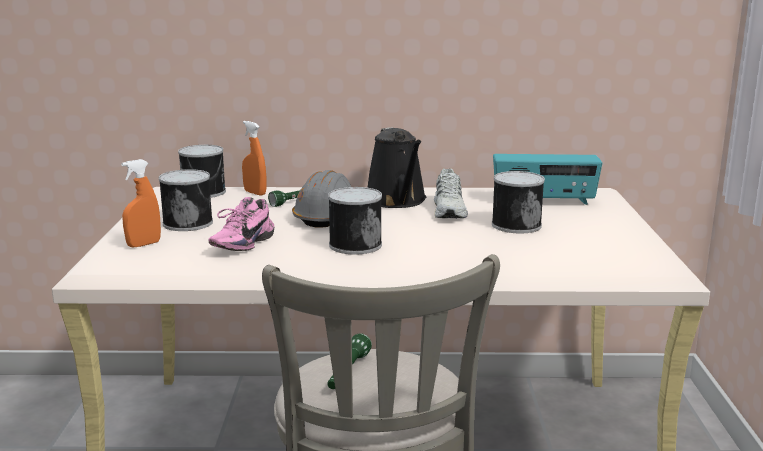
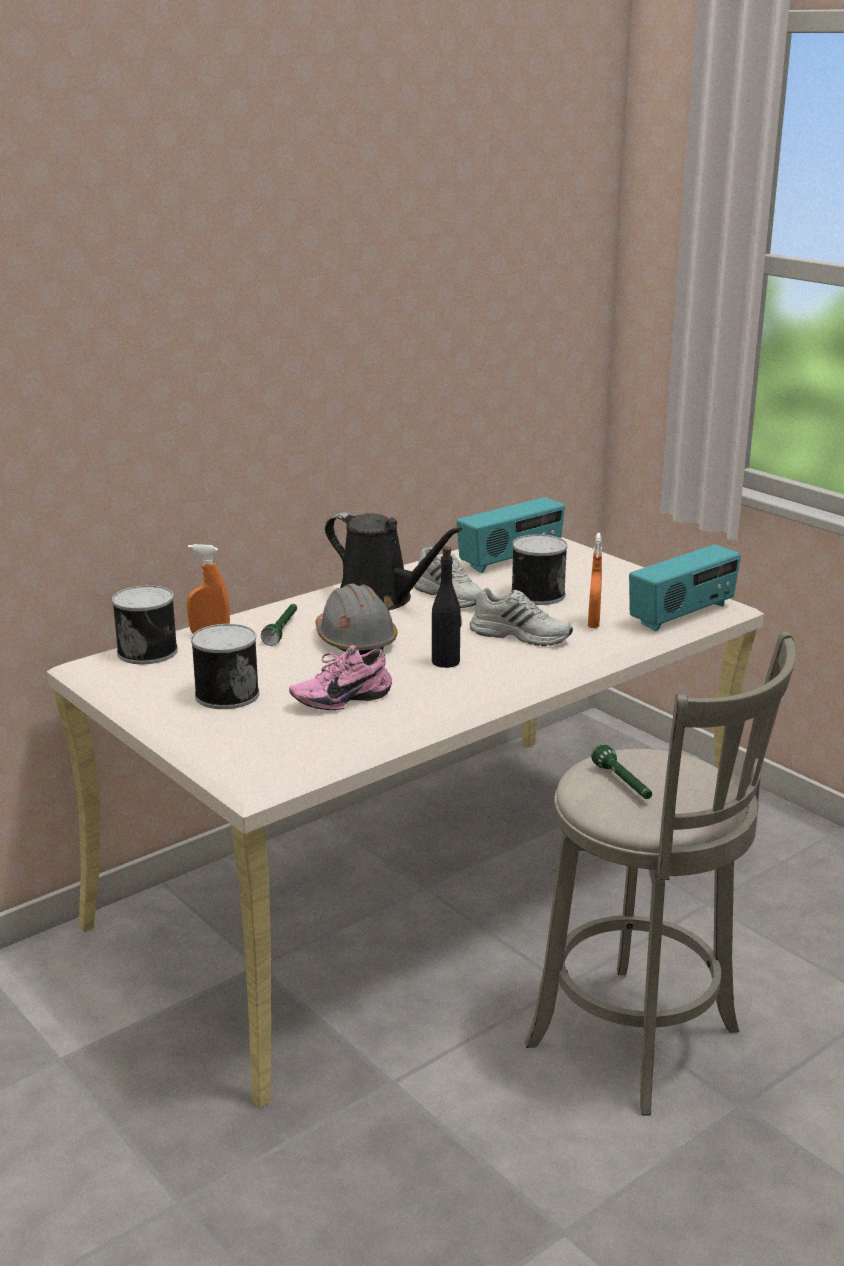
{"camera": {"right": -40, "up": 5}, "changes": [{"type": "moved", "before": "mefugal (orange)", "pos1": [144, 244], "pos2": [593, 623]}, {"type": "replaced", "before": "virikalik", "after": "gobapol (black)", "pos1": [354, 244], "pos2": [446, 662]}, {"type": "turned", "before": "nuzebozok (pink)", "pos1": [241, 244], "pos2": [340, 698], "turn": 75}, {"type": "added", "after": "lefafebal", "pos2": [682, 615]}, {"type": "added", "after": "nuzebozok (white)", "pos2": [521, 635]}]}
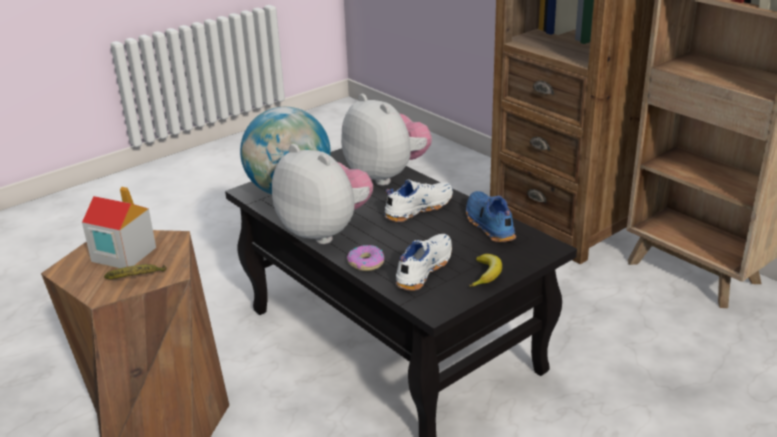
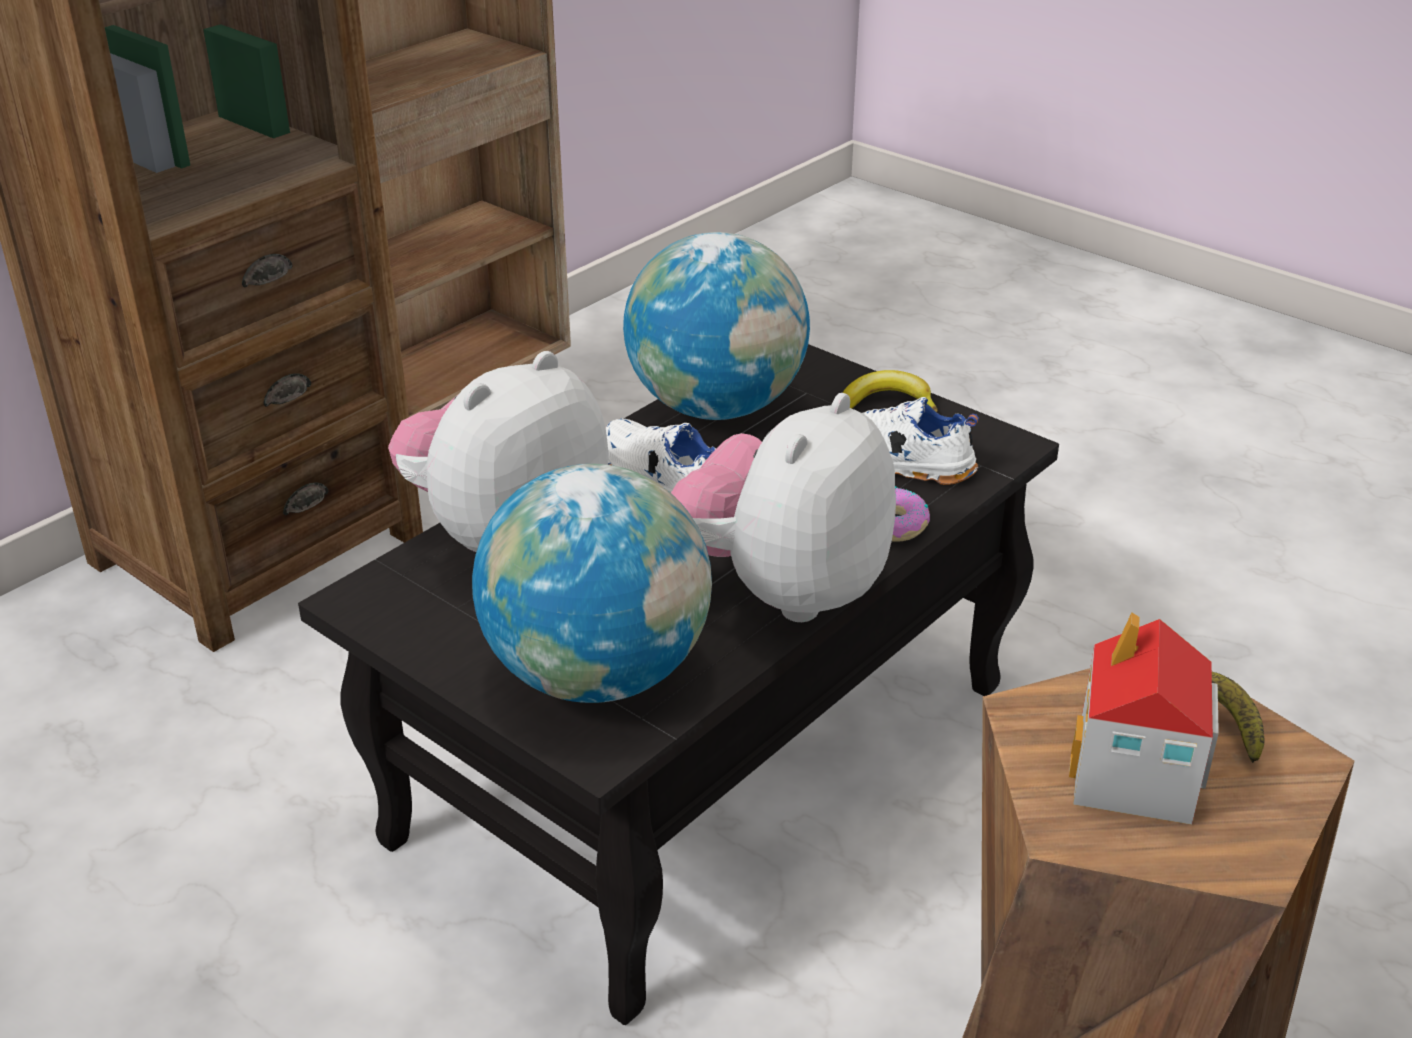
{"camera": {"right": -100, "up": 5}, "changes": [{"type": "replaced", "before": "nuzebozok (blue)", "after": "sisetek", "pos1": [488, 225], "pos2": [716, 407]}]}
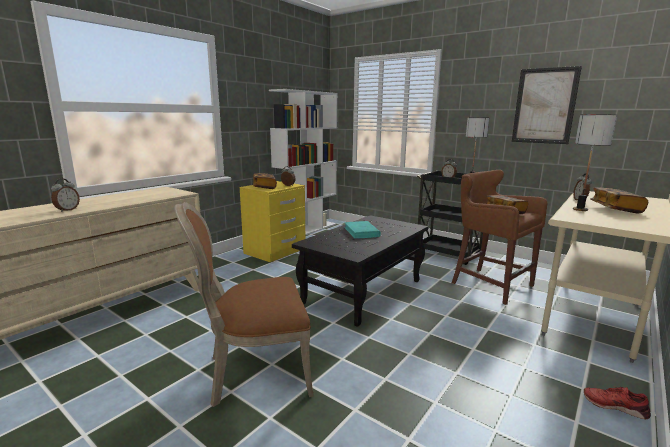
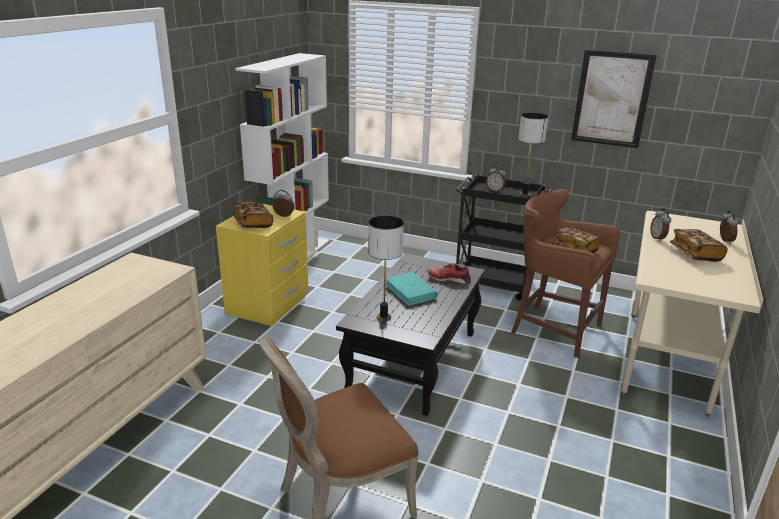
{"camera": {"right": -15, "up": 10}, "changes": [{"type": "moved", "before": "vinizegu", "pos1": [580, 209], "pos2": [384, 317]}, {"type": "moved", "before": "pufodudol", "pos1": [67, 210], "pos2": [724, 240]}, {"type": "moved", "before": "nuzebozok (red)", "pos1": [614, 405], "pos2": [449, 278]}]}
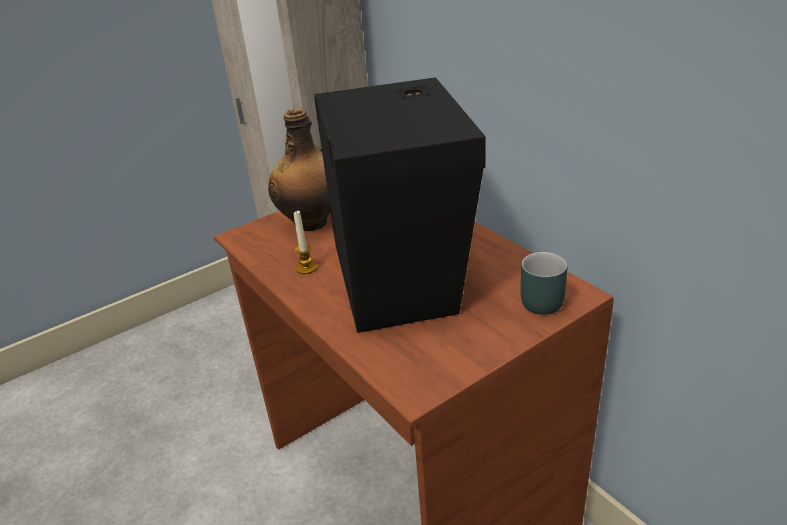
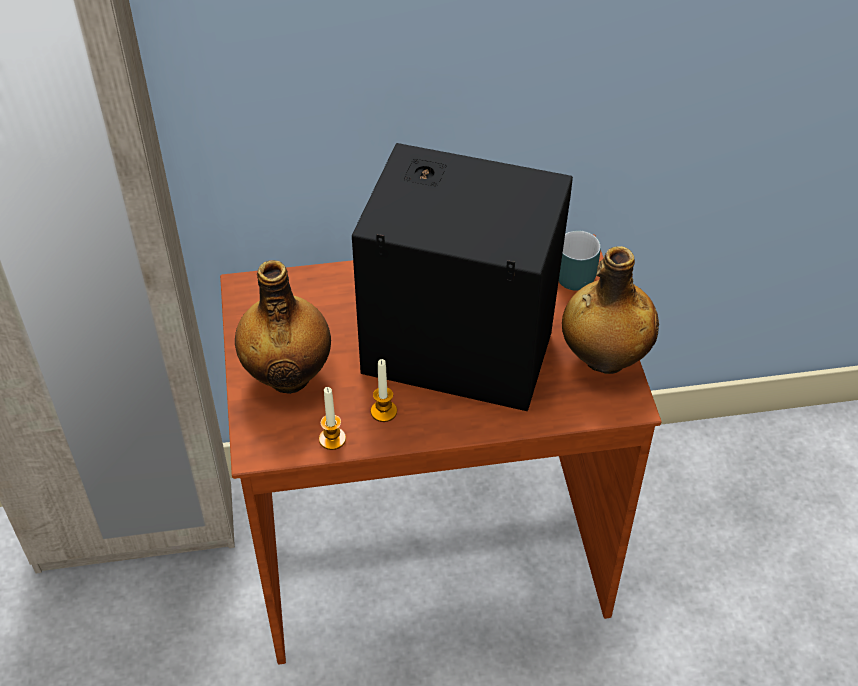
{"camera": {"right": -65, "up": 15}, "changes": [{"type": "added", "after": "gobapol", "pos2": [603, 358]}, {"type": "added", "after": "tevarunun", "pos2": [332, 439]}]}
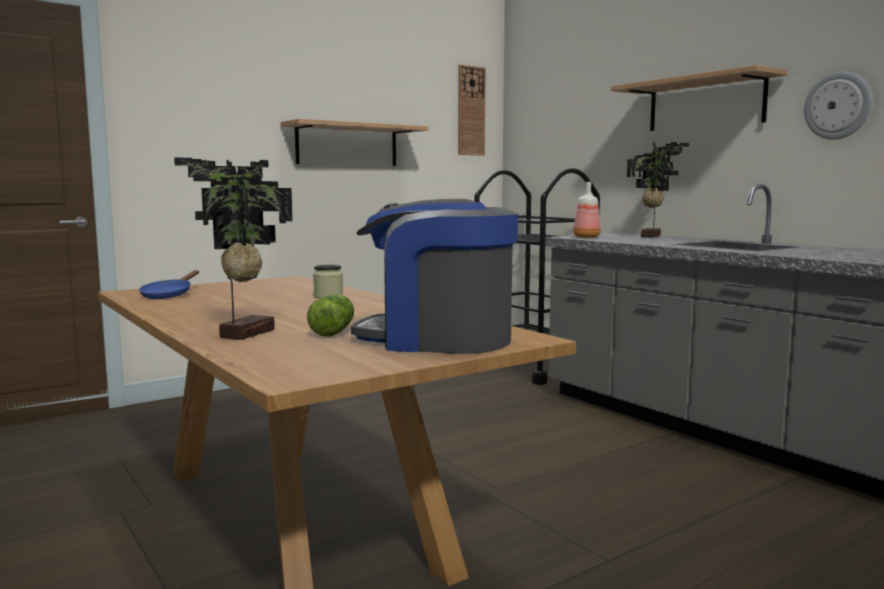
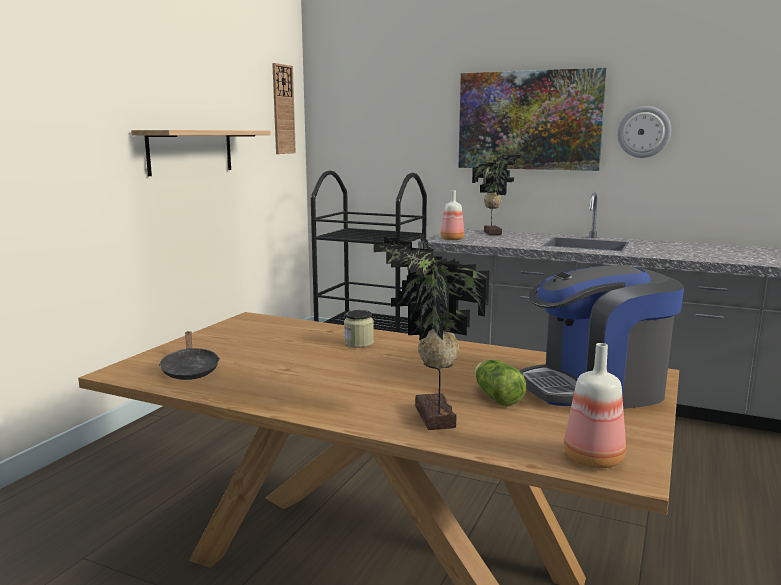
{"camera": {"right": -30, "up": 5}, "changes": [{"type": "replaced", "before": "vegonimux", "after": "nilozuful", "pos1": [705, 103], "pos2": [529, 120]}, {"type": "recoloured", "before": "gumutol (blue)", "after": "gumutol (black)", "pos1": [169, 295], "pos2": [190, 369]}, {"type": "added", "after": "gobapol", "pos2": [593, 458]}]}
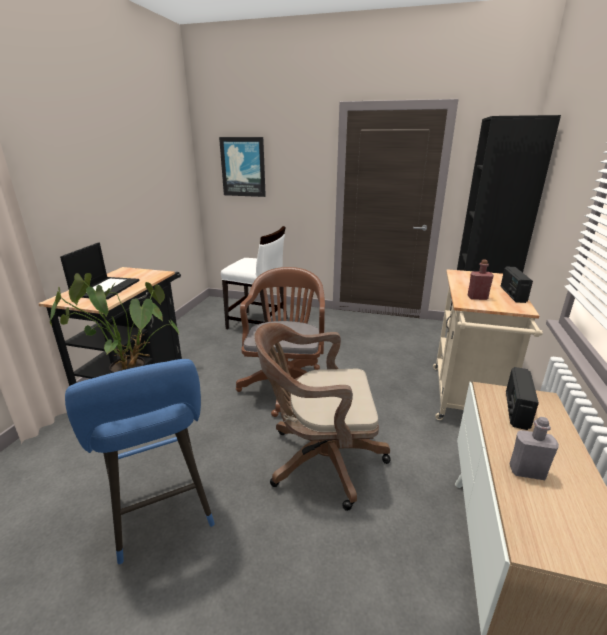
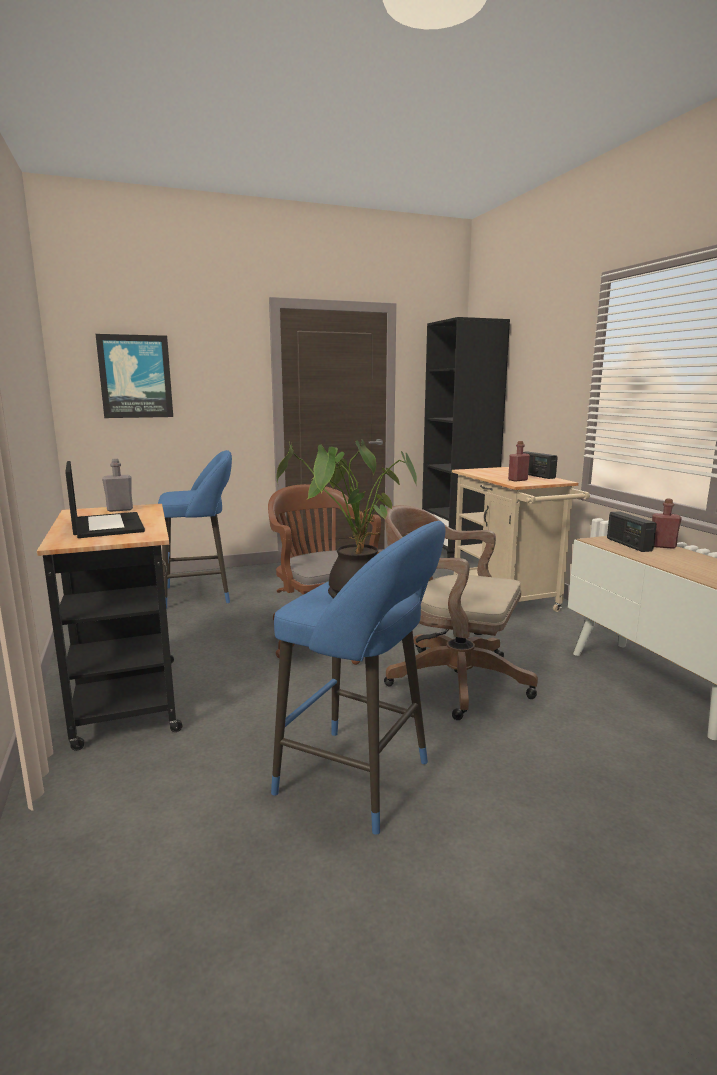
{"camera": {"right": -35, "up": -10}, "changes": [{"type": "replaced", "before": "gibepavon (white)", "after": "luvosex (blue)", "pos1": [258, 323], "pos2": [202, 594]}, {"type": "turned", "before": "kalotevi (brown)", "pos1": [319, 460], "pos2": [450, 679], "turn": 60}, {"type": "moved", "before": "gobapol (grey)", "pos1": [527, 472], "pos2": [120, 509]}, {"type": "added", "after": "gobapol (red)", "pos2": [662, 546]}]}
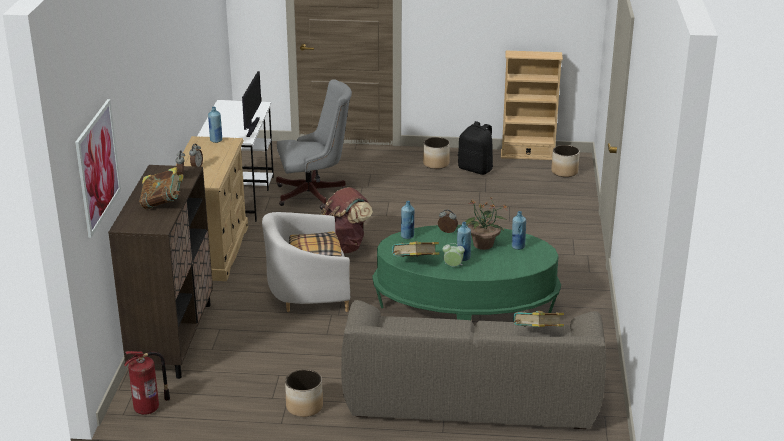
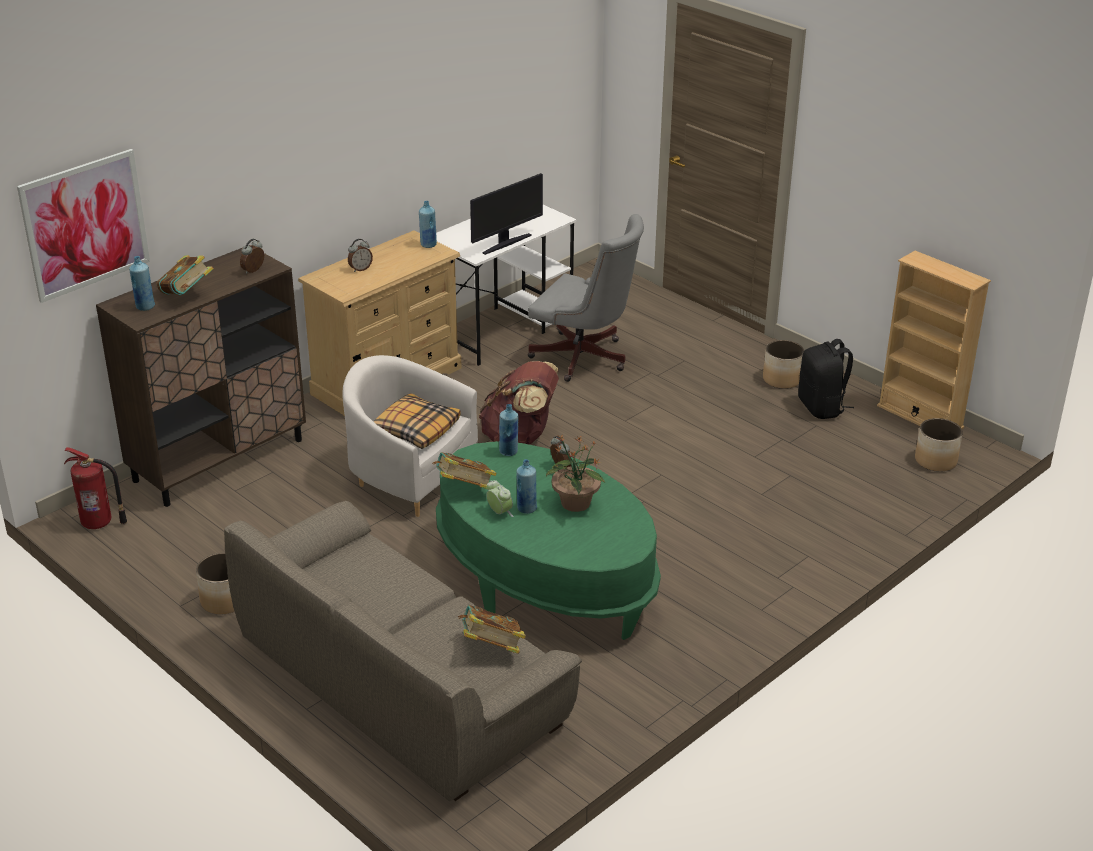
{"camera": {"right": 40, "up": 5}, "changes": [{"type": "moved", "before": "gobapol (blue)", "pos1": [518, 247], "pos2": [145, 306]}]}
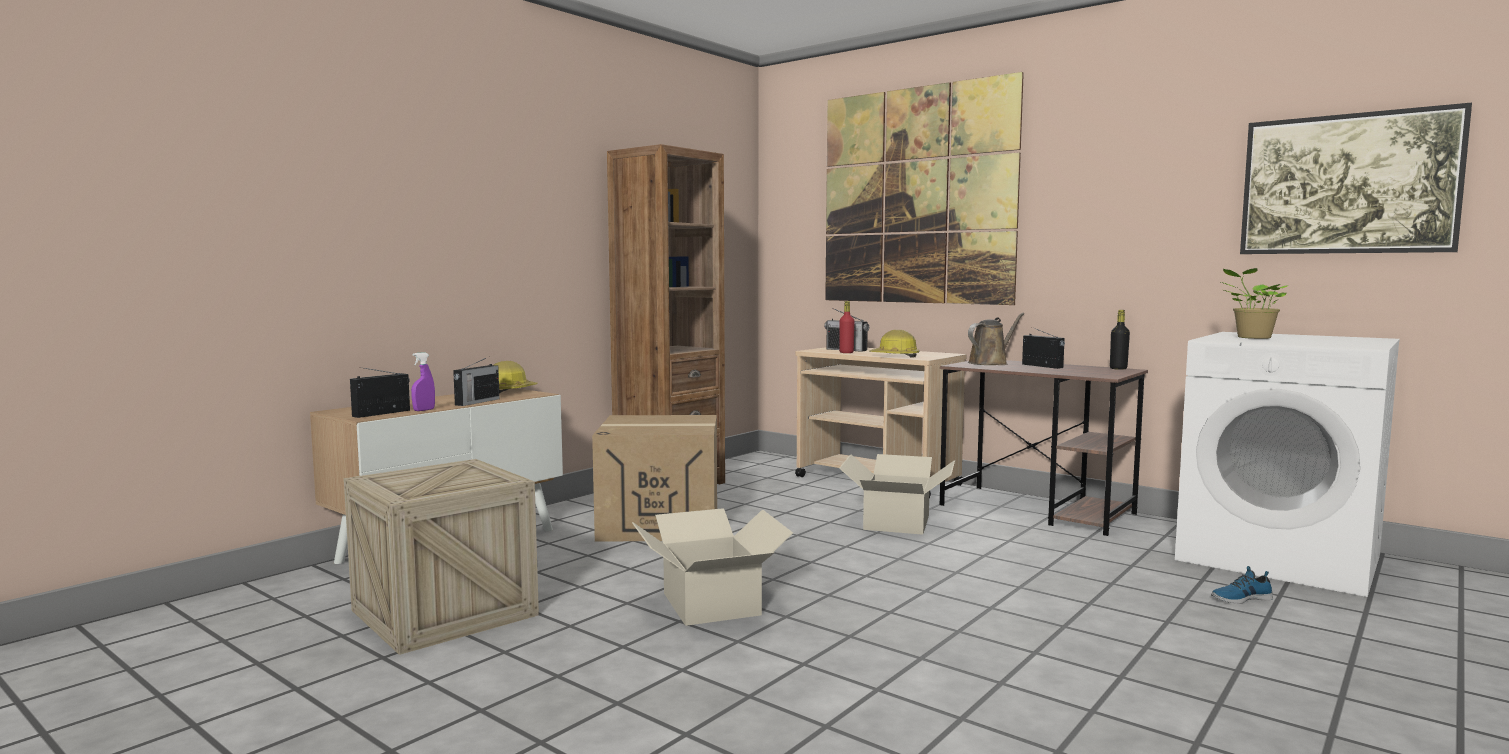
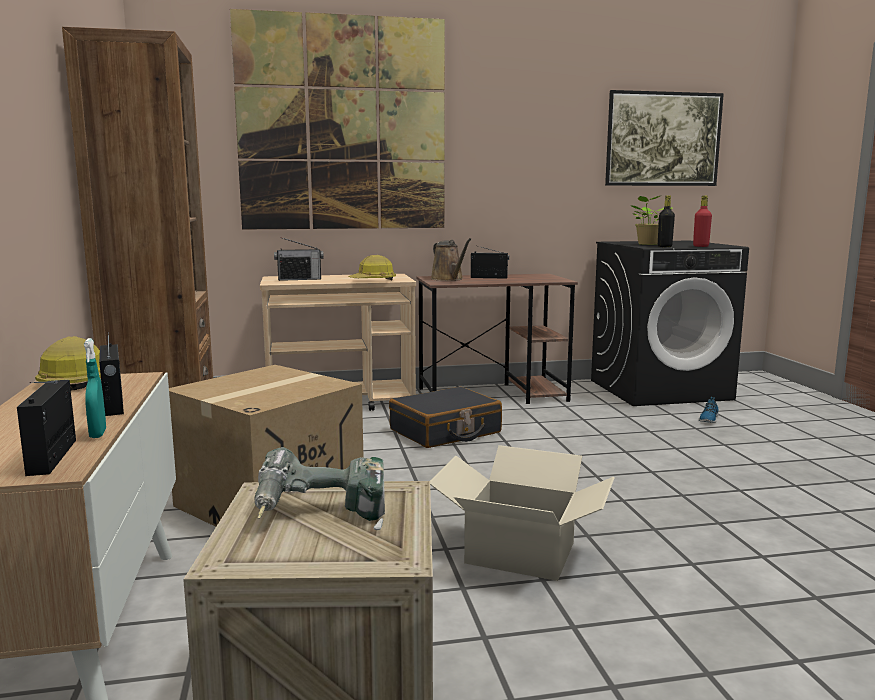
{"camera": {"right": -50, "up": 5}, "changes": [{"type": "moved", "before": "gobapol (red)", "pos1": [846, 352], "pos2": [700, 246]}, {"type": "moved", "before": "gobapol (black)", "pos1": [1118, 368], "pos2": [664, 246]}, {"type": "turned", "before": "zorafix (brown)", "pos1": [990, 363], "pos2": [448, 279], "turn": 150}, {"type": "recoloured", "before": "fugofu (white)", "after": "fugofu (black)", "pos1": [1280, 557], "pos2": [660, 389]}, {"type": "recoloured", "before": "mefugal (purple)", "after": "mefugal (turquoise)", "pos1": [424, 410], "pos2": [98, 434]}, {"type": "replaced", "before": "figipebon", "after": "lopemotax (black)", "pos1": [897, 522], "pos2": [445, 431]}, {"type": "added", "after": "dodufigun", "pos2": [321, 516]}]}
